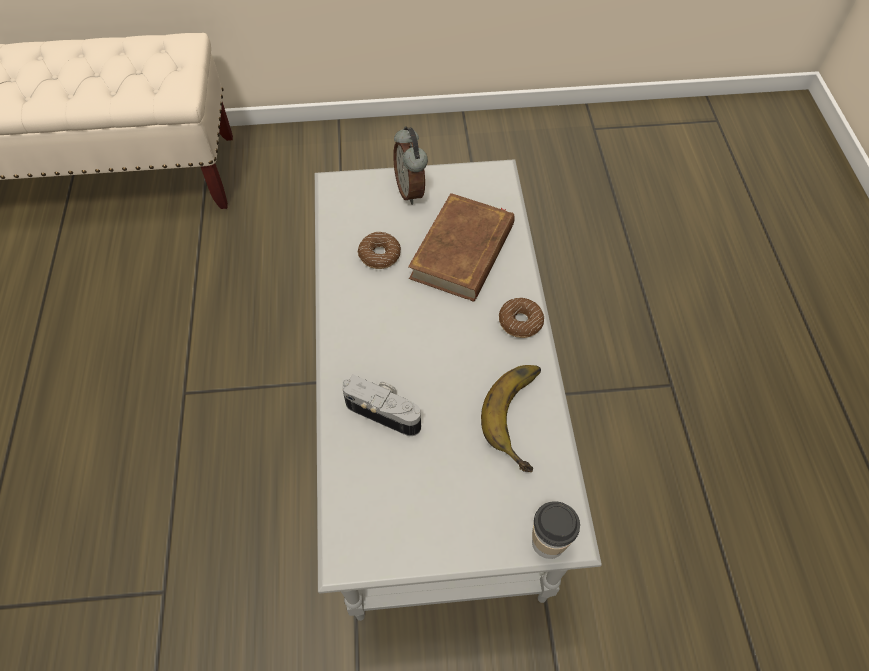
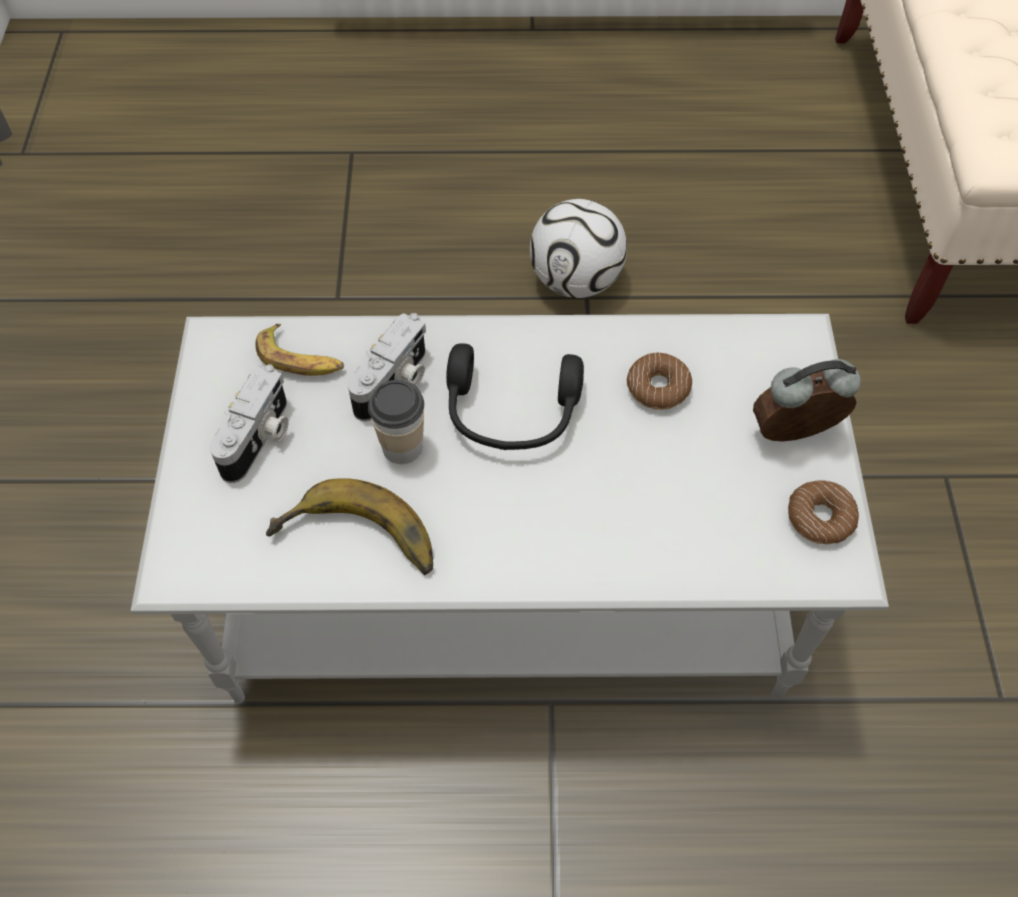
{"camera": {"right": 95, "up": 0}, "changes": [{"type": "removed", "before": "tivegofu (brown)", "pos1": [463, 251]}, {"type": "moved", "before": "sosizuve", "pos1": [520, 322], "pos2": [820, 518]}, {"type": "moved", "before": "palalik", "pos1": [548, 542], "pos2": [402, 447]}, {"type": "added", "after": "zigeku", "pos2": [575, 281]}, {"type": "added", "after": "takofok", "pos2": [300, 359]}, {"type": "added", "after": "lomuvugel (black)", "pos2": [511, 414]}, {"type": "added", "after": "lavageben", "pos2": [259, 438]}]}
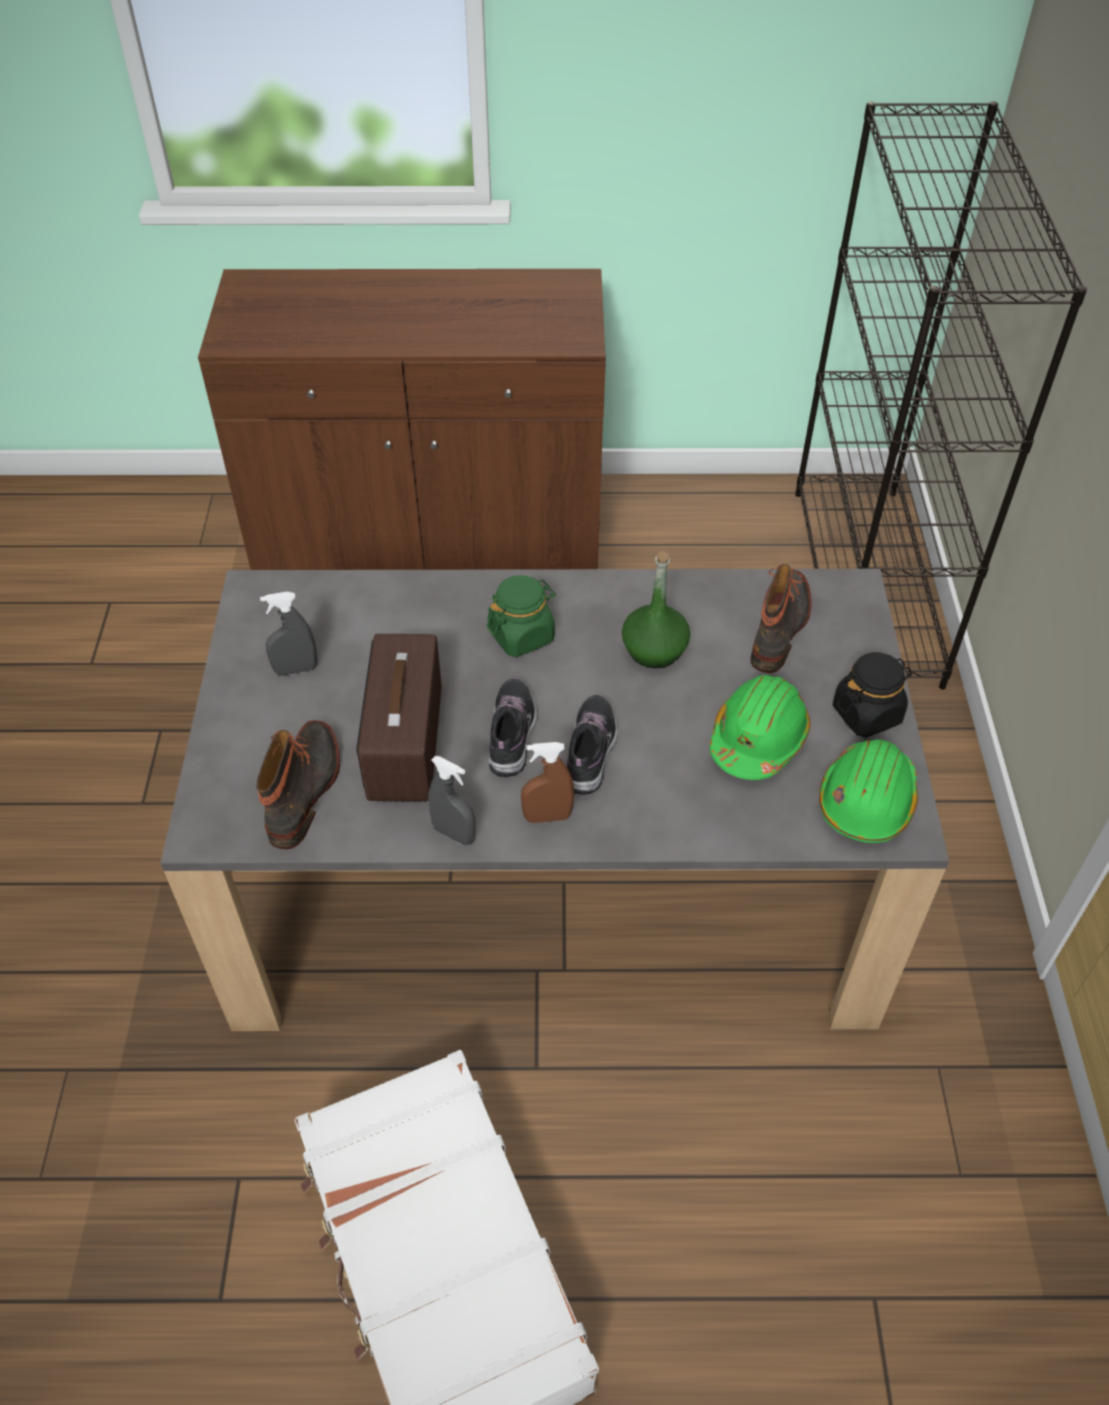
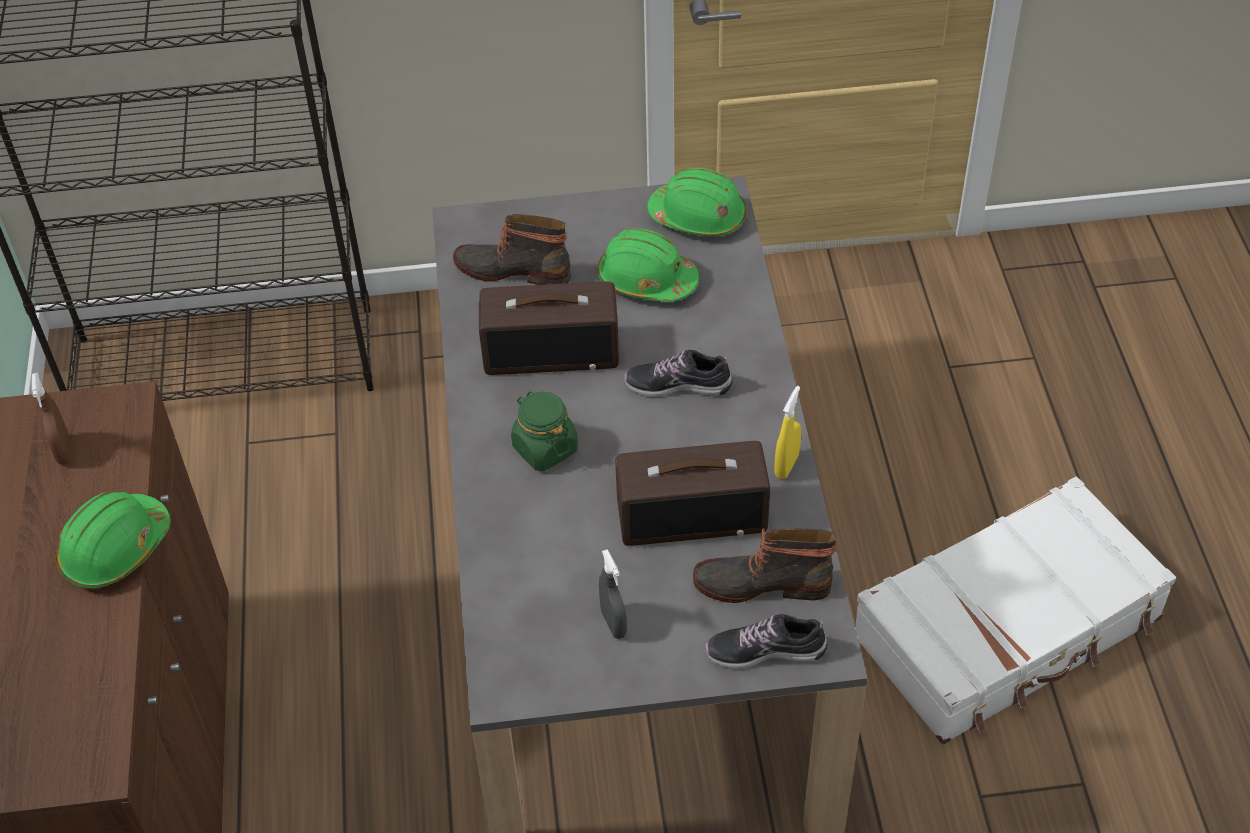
{"camera": {"right": -95, "up": 0}, "changes": [{"type": "replaced", "before": "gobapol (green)", "after": "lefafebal", "pos1": [654, 650], "pos2": [552, 351]}, {"type": "removed", "before": "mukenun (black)", "pos1": [867, 714]}, {"type": "moved", "before": "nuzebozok", "pos1": [511, 733], "pos2": [765, 650]}, {"type": "moved", "before": "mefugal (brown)", "pos1": [547, 816], "pos2": [64, 451]}, {"type": "recoloured", "before": "mefugal (grey)", "after": "mefugal (yellow)", "pos1": [454, 834], "pos2": [786, 465]}, {"type": "added", "after": "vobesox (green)", "pos2": [115, 549]}]}
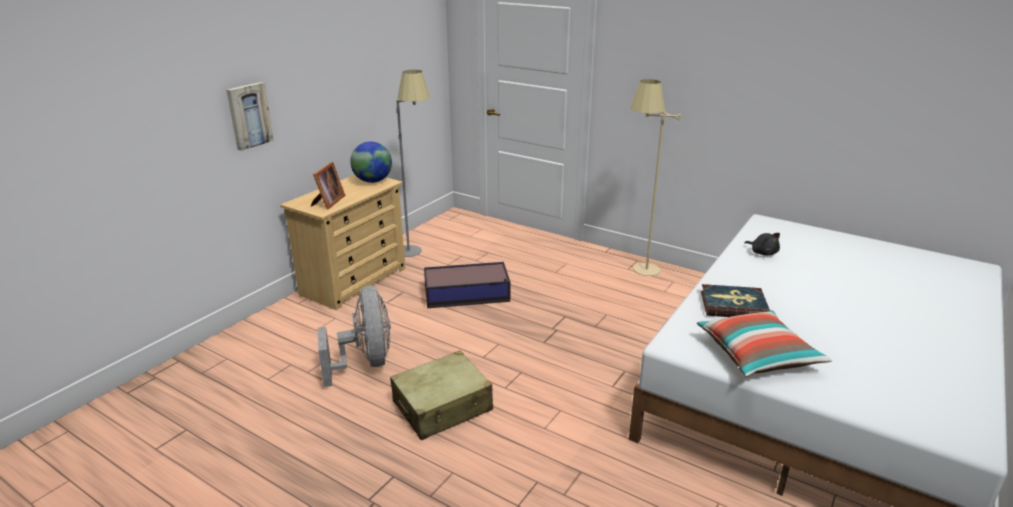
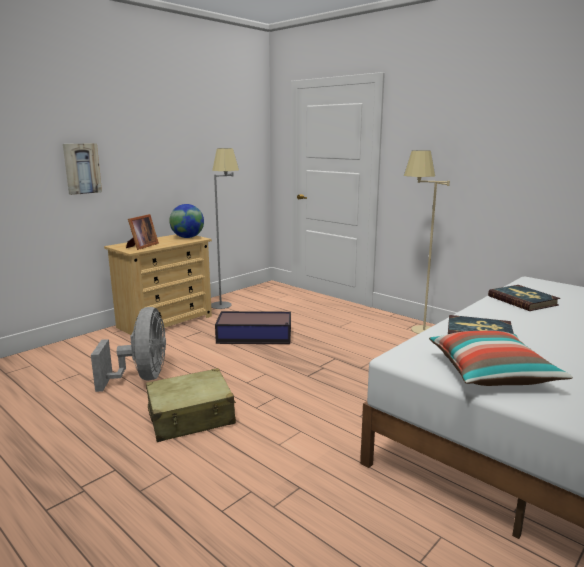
{"camera": {"right": 10, "up": -10}, "changes": [{"type": "replaced", "before": "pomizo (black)", "after": "tivegofu", "pos1": [762, 253], "pos2": [523, 300]}]}
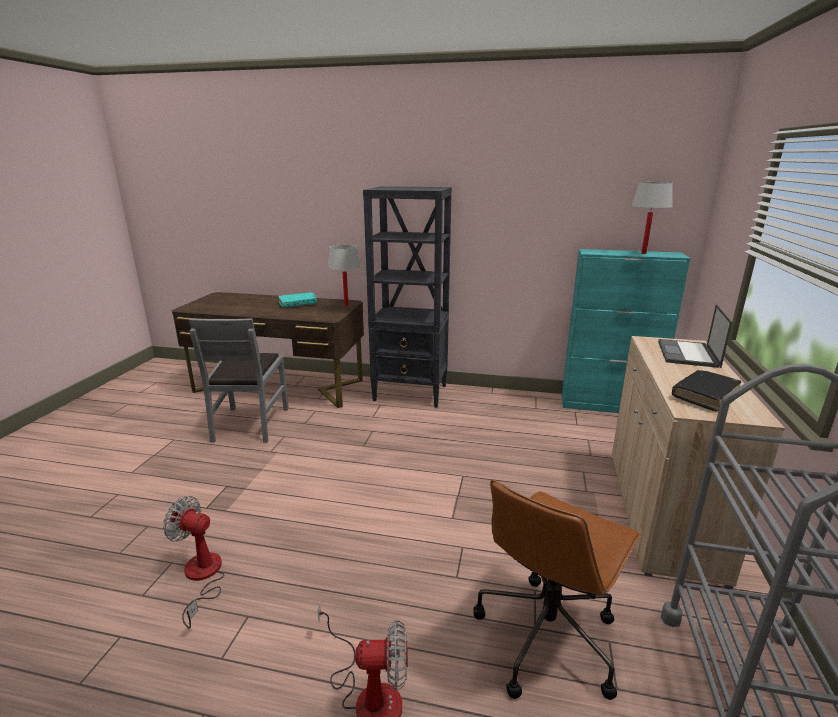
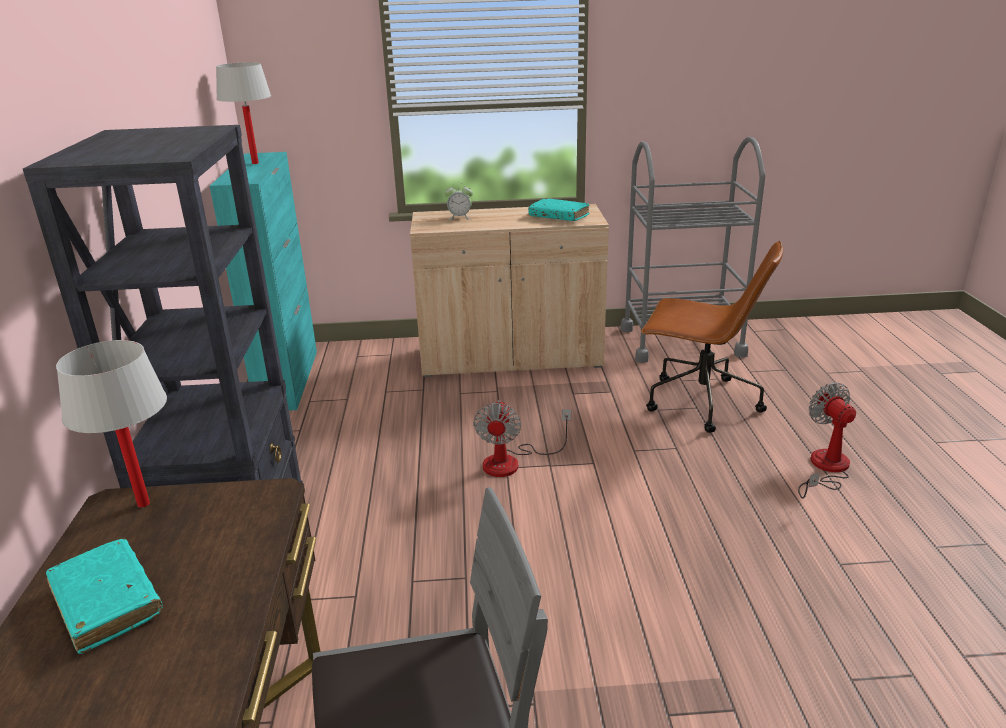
{"camera": {"right": -105, "up": 5}, "changes": [{"type": "replaced", "before": "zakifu", "after": "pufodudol", "pos1": [688, 354], "pos2": [460, 217]}, {"type": "recoloured", "before": "tivegofu (black)", "after": "tivegofu (turquoise)", "pos1": [704, 396], "pos2": [559, 216]}, {"type": "moved", "before": "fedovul", "pos1": [202, 577], "pos2": [512, 462]}]}
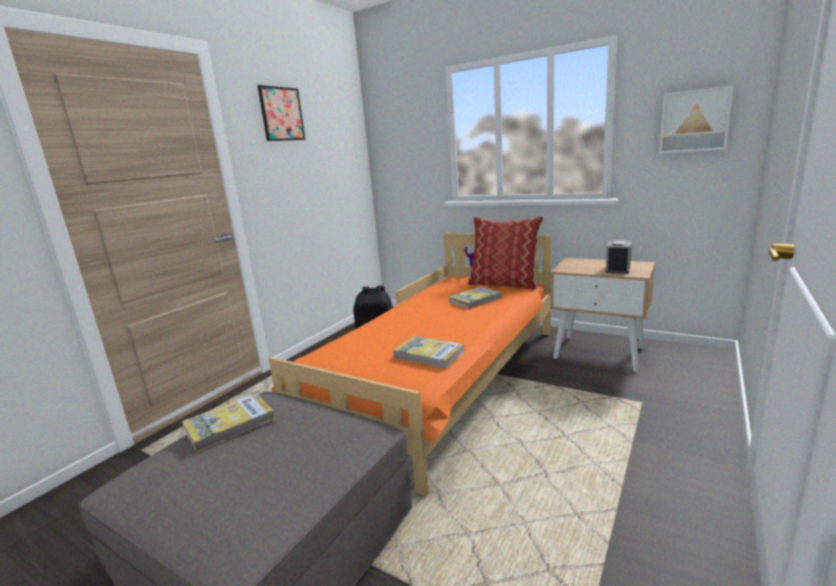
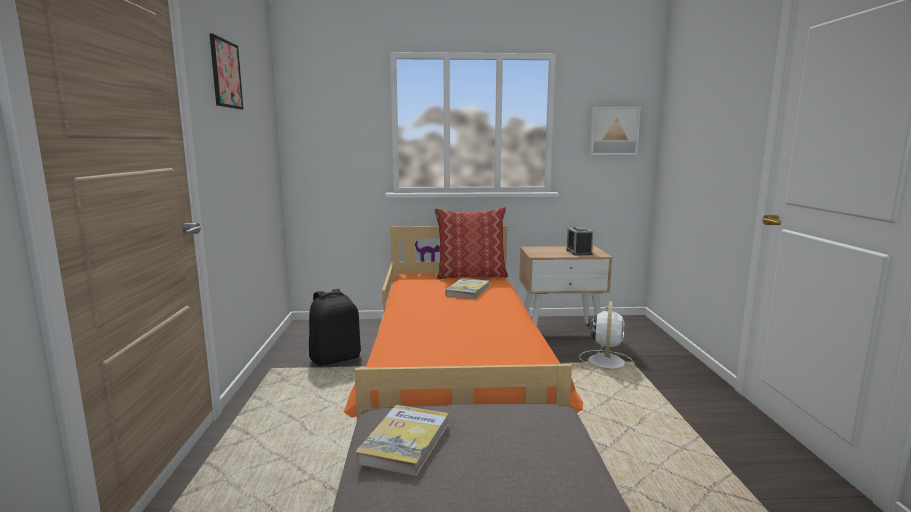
{"camera": {"right": -35, "up": -5}, "changes": [{"type": "removed", "before": "tivegofu", "pos1": [429, 354]}, {"type": "added", "after": "fedovul (white)", "pos2": [606, 361]}]}
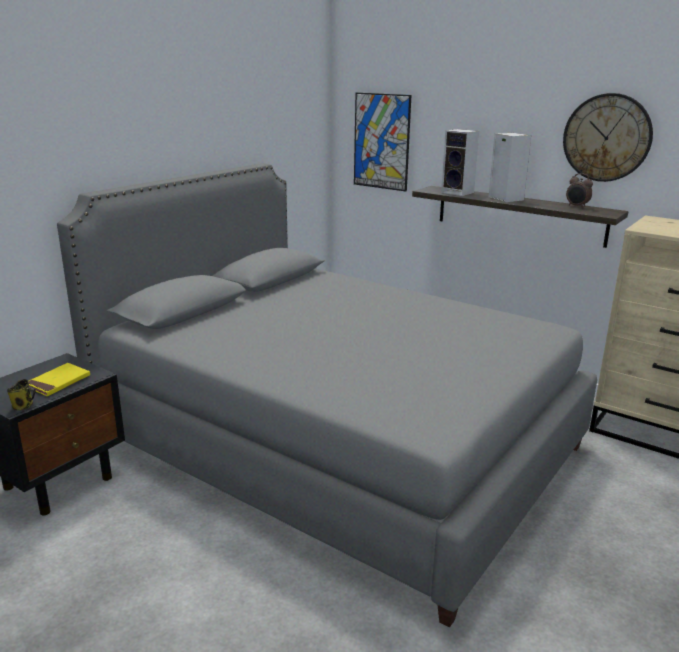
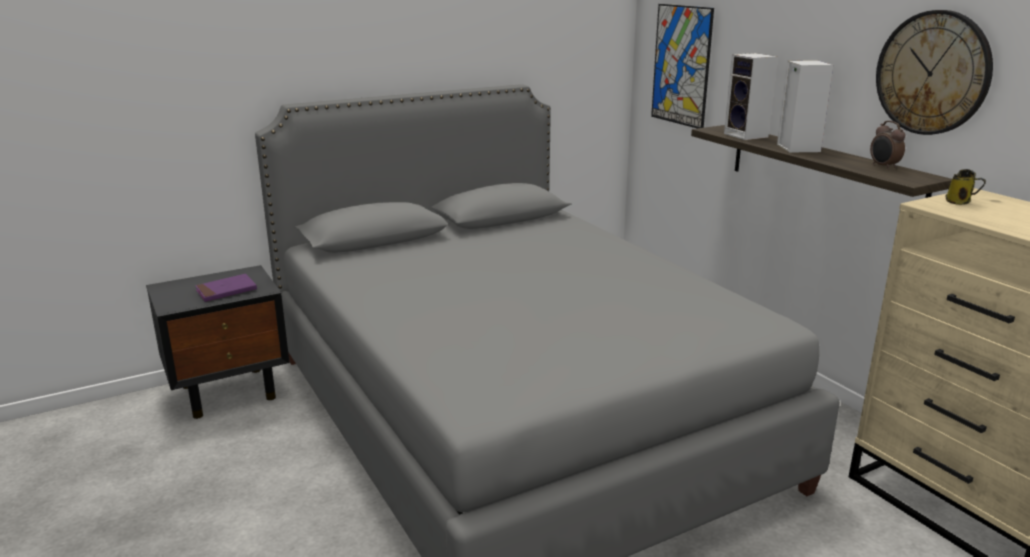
{"camera": {"right": 25, "up": 0}, "changes": [{"type": "recoloured", "before": "tivegofu (yellow)", "after": "tivegofu (purple)", "pos1": [58, 382], "pos2": [226, 290]}, {"type": "moved", "before": "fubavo", "pos1": [24, 406], "pos2": [959, 202]}]}
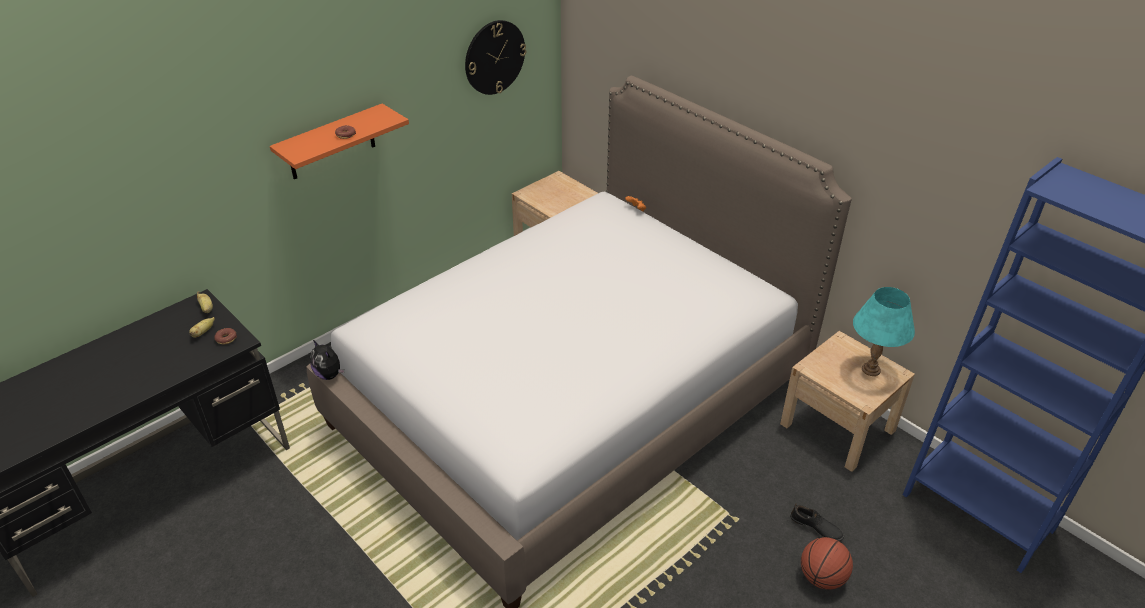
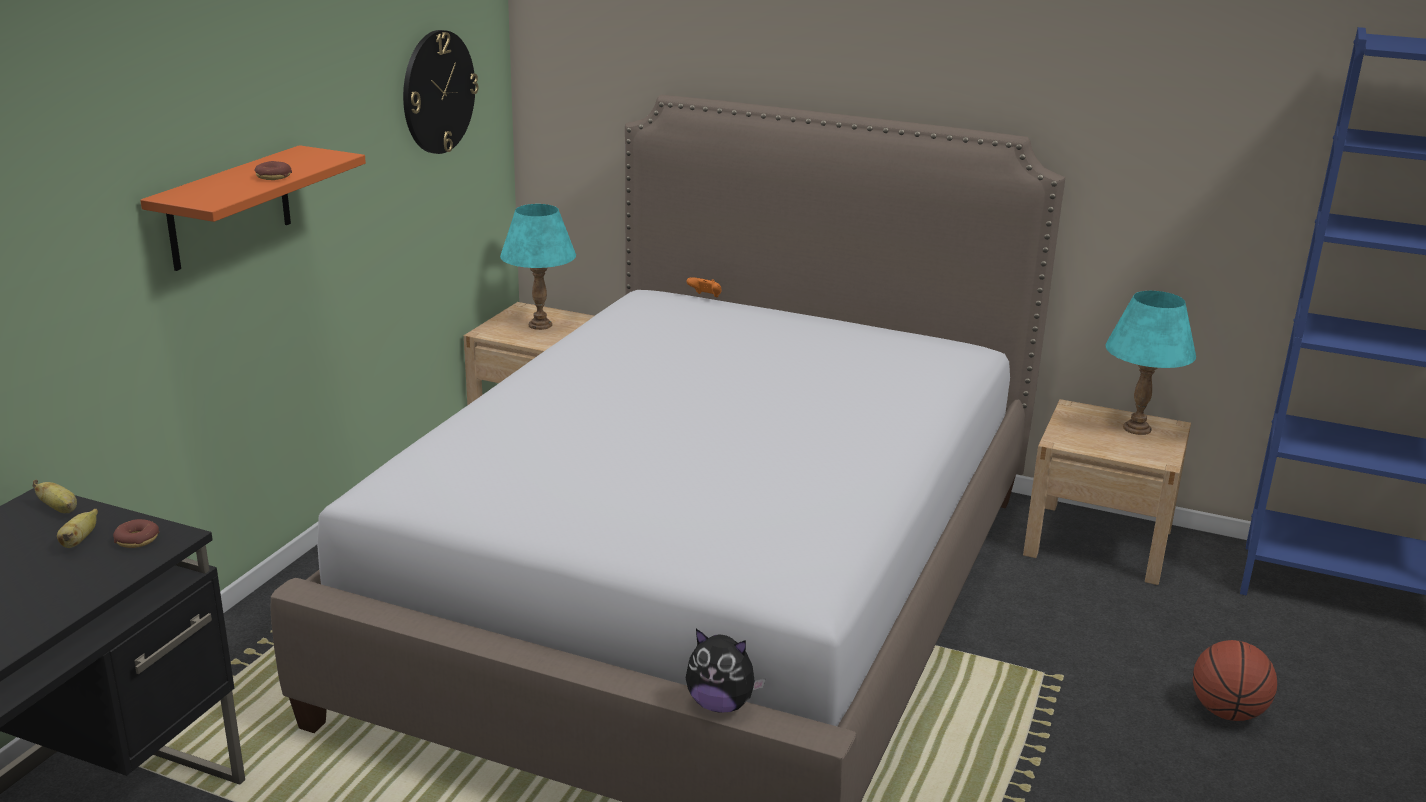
{"camera": {"right": -25, "up": -15}, "changes": [{"type": "moved", "before": "pomizo", "pos1": [330, 374], "pos2": [721, 704]}, {"type": "removed", "before": "nuzebozok (black)", "pos1": [816, 528]}, {"type": "added", "after": "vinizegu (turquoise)", "pos2": [540, 325]}]}
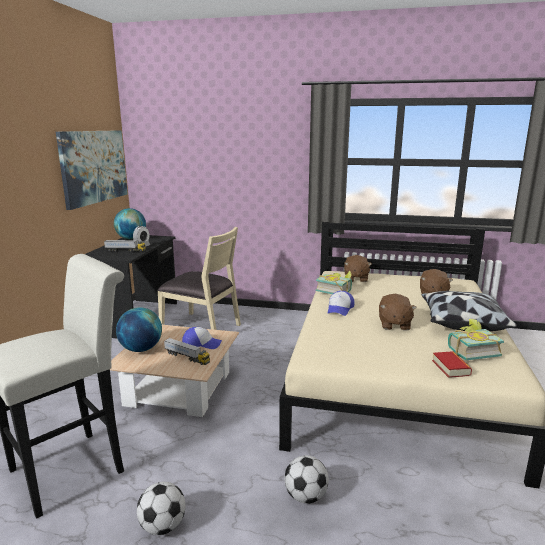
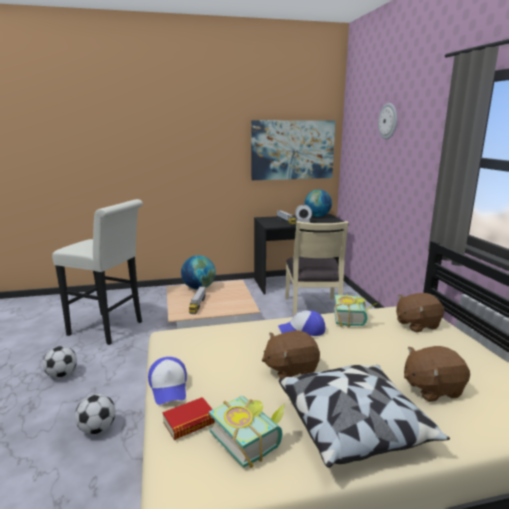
{"camera": {"right": 65, "up": 0}, "changes": [{"type": "moved", "before": "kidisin", "pos1": [201, 344], "pos2": [169, 387]}, {"type": "added", "after": "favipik", "pos2": [388, 121]}]}
